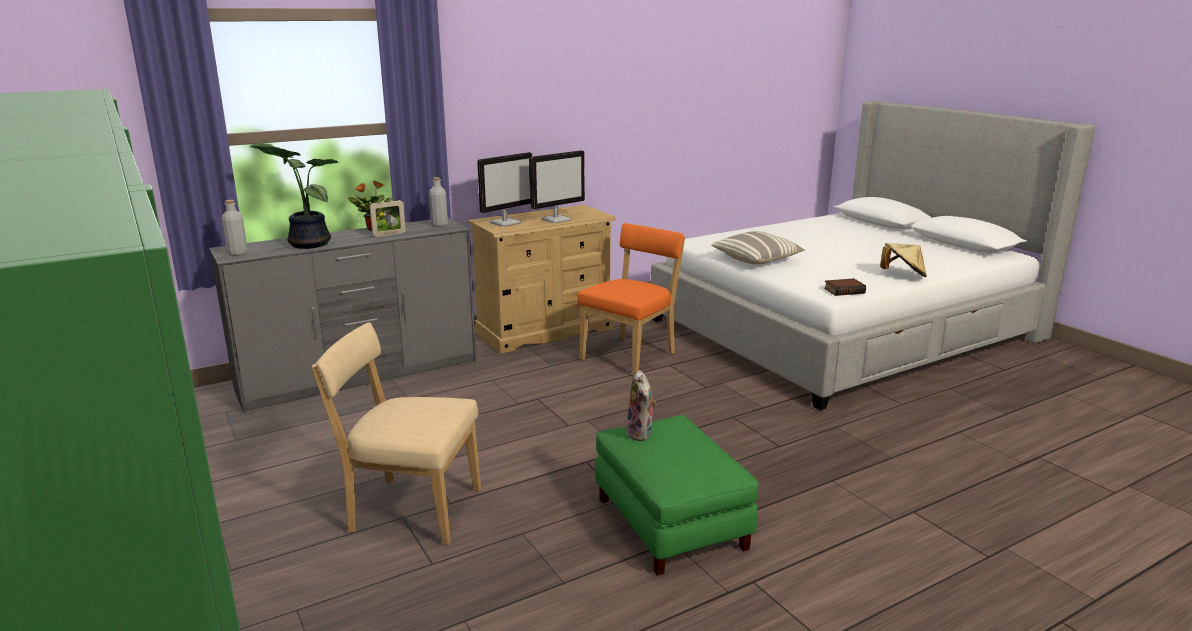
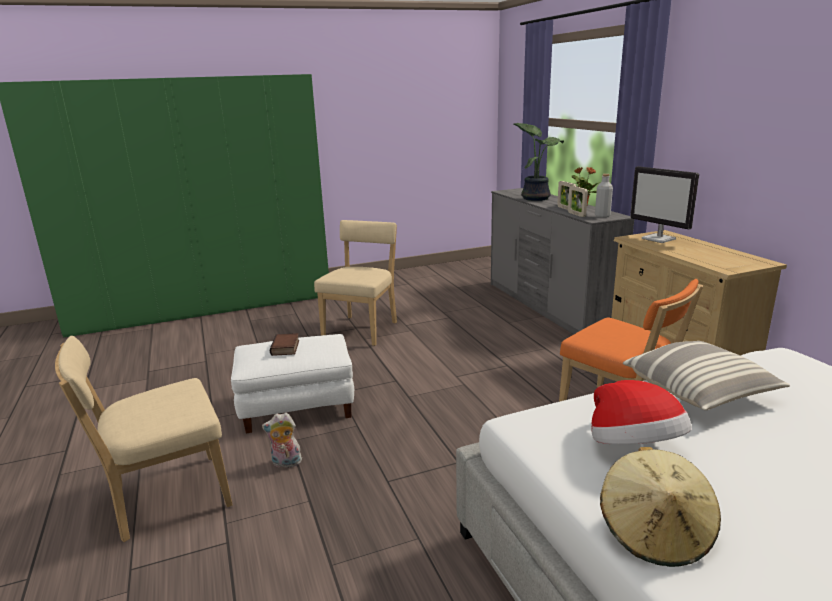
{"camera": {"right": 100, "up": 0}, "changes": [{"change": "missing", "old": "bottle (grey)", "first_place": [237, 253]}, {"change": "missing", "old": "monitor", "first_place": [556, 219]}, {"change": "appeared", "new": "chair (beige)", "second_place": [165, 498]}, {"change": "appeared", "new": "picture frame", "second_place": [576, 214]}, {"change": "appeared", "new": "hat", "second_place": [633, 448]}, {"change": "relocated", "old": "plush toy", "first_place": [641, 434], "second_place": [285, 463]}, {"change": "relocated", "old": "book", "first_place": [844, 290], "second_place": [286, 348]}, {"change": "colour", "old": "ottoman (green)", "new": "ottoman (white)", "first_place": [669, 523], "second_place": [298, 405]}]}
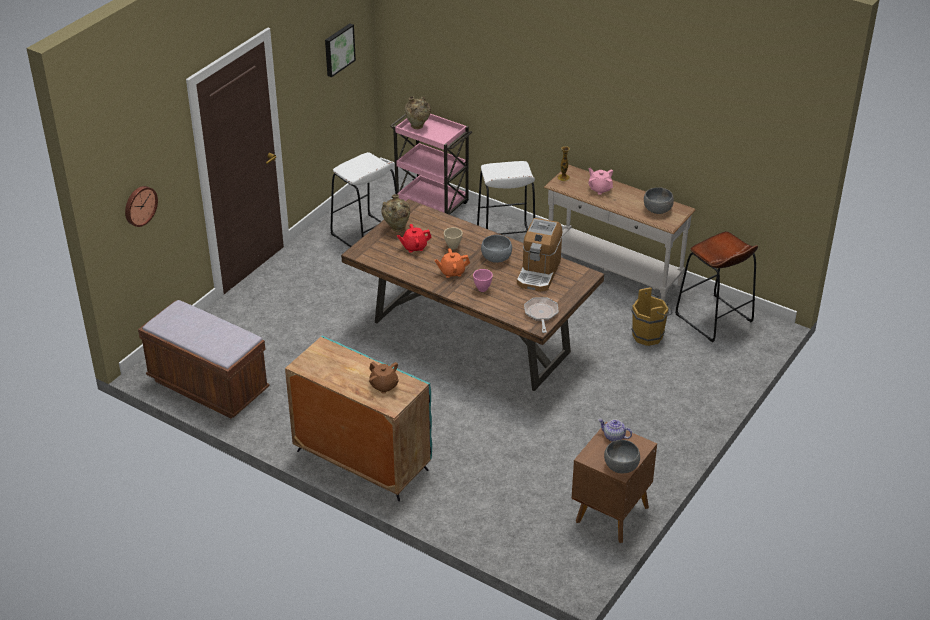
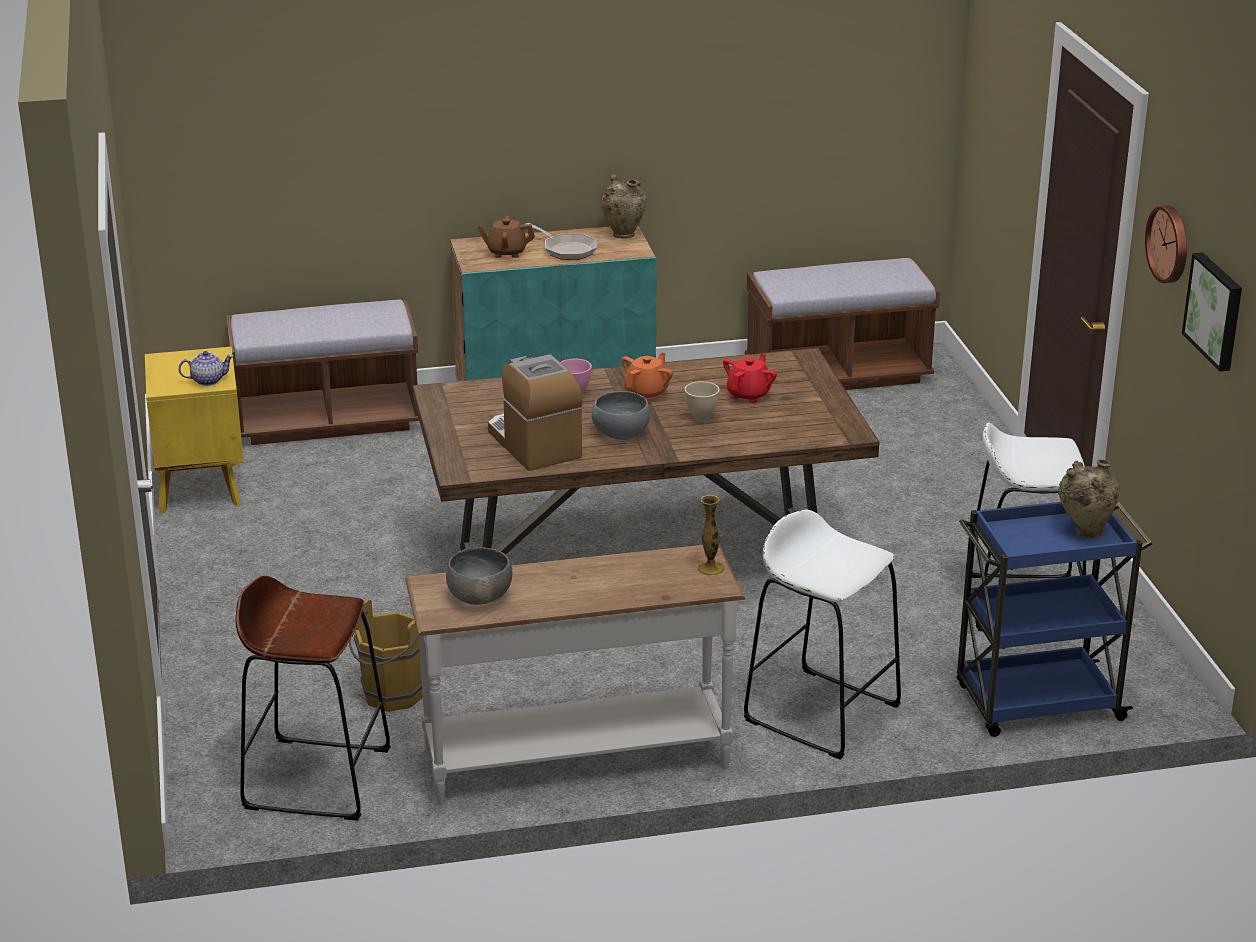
{"camera": {"right": 135, "up": -10}, "changes": [{"change": "missing", "old": "teapot (pink)", "first_place": [600, 189]}, {"change": "missing", "old": "bowl (grey)", "first_place": [621, 466]}, {"change": "appeared", "new": "bench (brown)", "second_place": [327, 421]}, {"change": "relocated", "old": "wall clock", "first_place": [139, 205], "second_place": [1170, 244]}, {"change": "relocated", "old": "vase (beige)", "first_place": [396, 229], "second_place": [623, 234]}, {"change": "relocated", "old": "frying pan", "first_place": [541, 314], "second_place": [566, 250]}, {"change": "colour", "old": "cart (pink)", "new": "cart (blue)", "first_place": [432, 204], "second_place": [1036, 704]}, {"change": "colour", "old": "nightstand (brown)", "new": "nightstand (yellow)", "first_place": [610, 514], "second_place": [200, 486]}]}
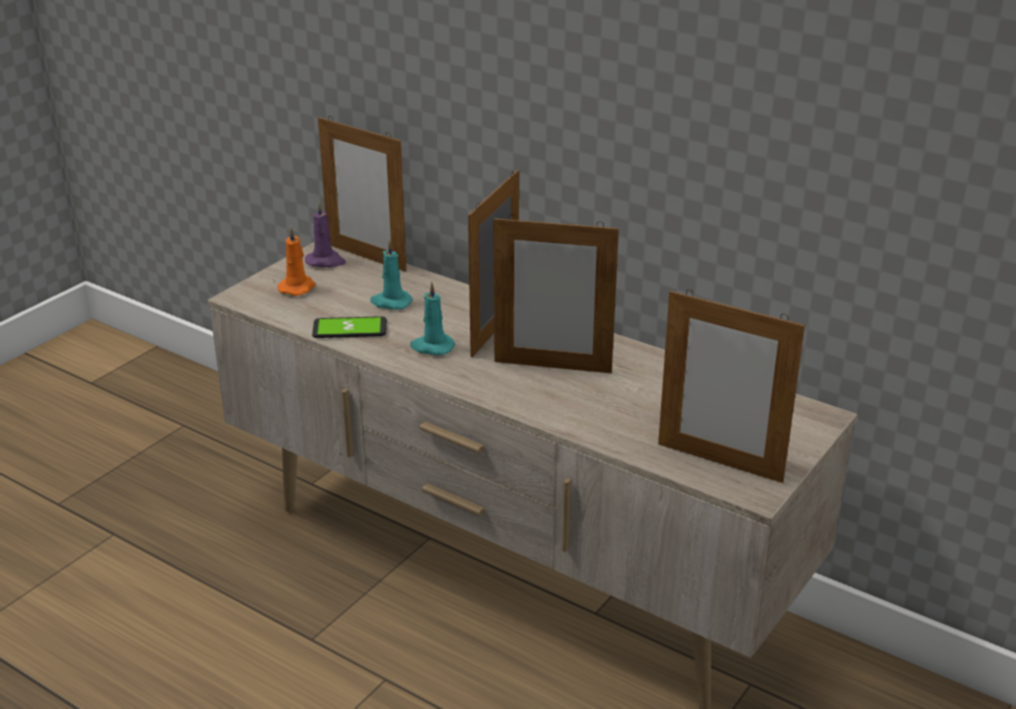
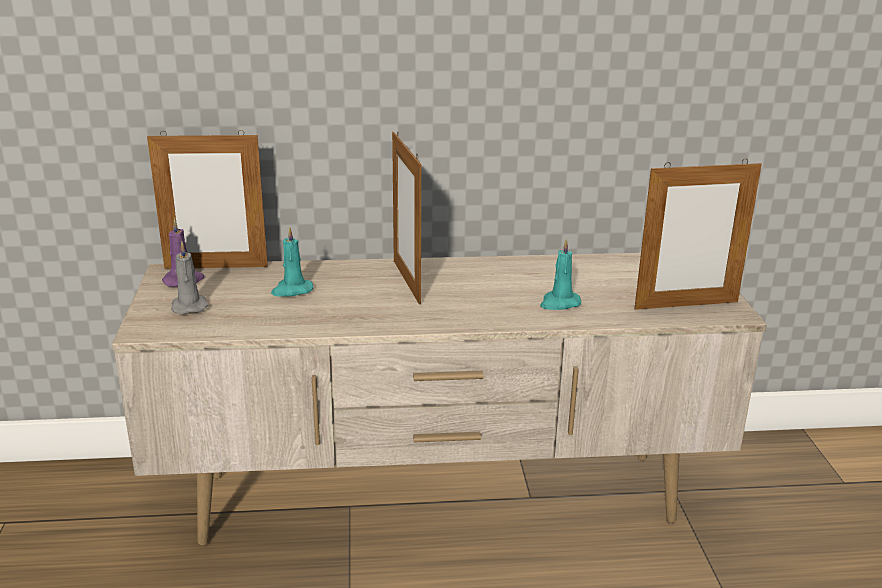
{"camera": {"right": -40, "up": -5}, "changes": [{"change": "missing", "old": "phone", "first_place": [349, 329]}, {"change": "missing", "old": "picture frame", "first_place": [552, 367]}, {"change": "relocated", "old": "candle (turquoise)", "first_place": [432, 347], "second_place": [559, 303]}, {"change": "colour", "old": "candle (orange)", "new": "candle (grey)", "first_place": [298, 287], "second_place": [189, 306]}]}
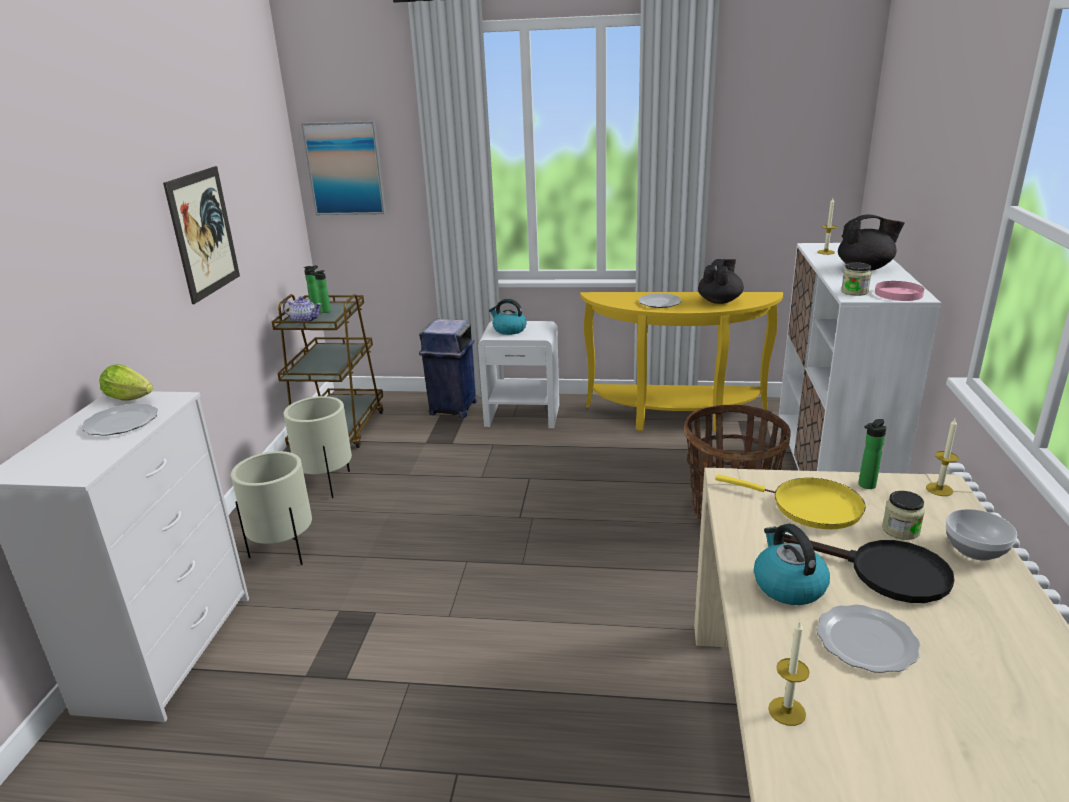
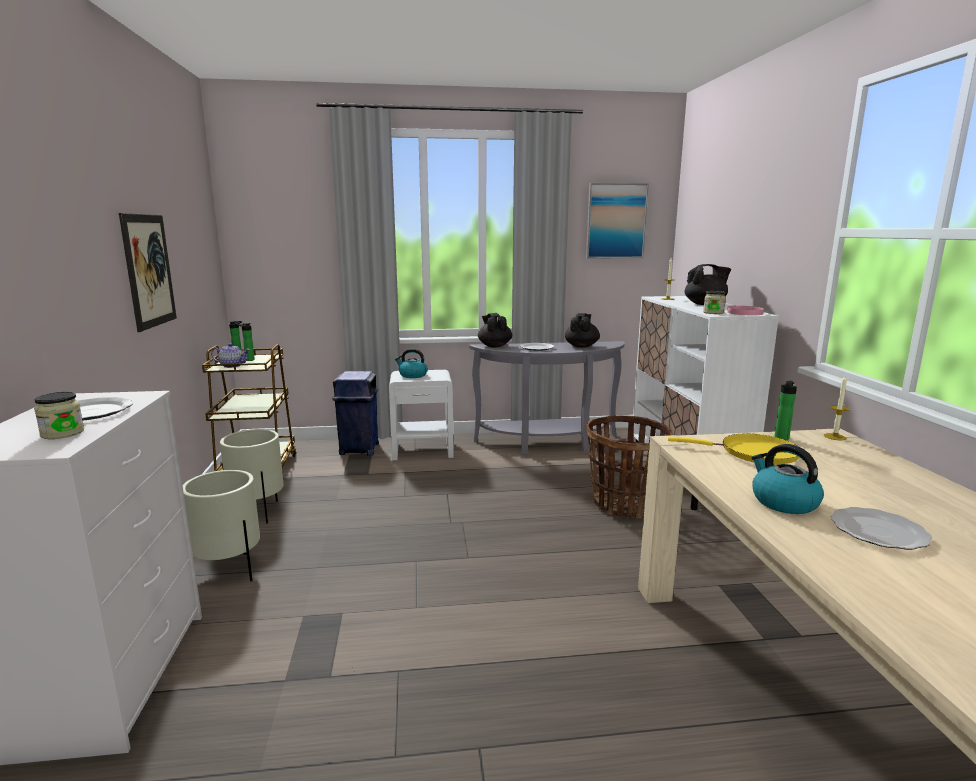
{"camera": {"right": -15, "up": -10}, "changes": [{"change": "missing", "old": "lettuce", "first_place": [131, 398]}, {"change": "missing", "old": "candle", "first_place": [787, 711]}, {"change": "missing", "old": "frying pan (black)", "first_place": [885, 573]}, {"change": "missing", "old": "bowl", "first_place": [976, 549]}, {"change": "appeared", "new": "teapot (black)", "second_place": [494, 346]}, {"change": "relocated", "old": "picture", "first_place": [345, 168], "second_place": [616, 221]}, {"change": "relocated", "old": "jar", "first_place": [900, 530], "second_place": [62, 433]}, {"change": "colour", "old": "console table (yellow)", "new": "console table (grey)", "first_place": [676, 418], "second_place": [549, 444]}]}
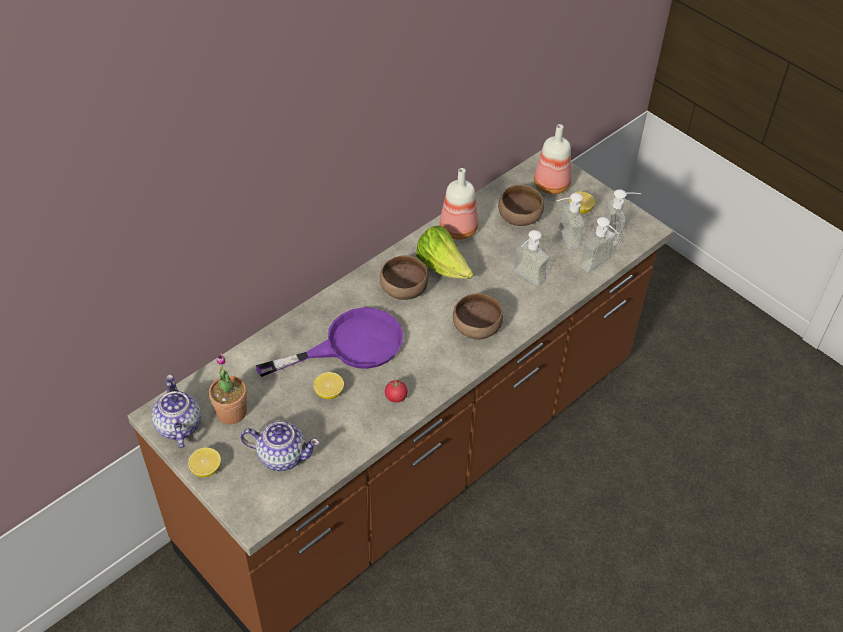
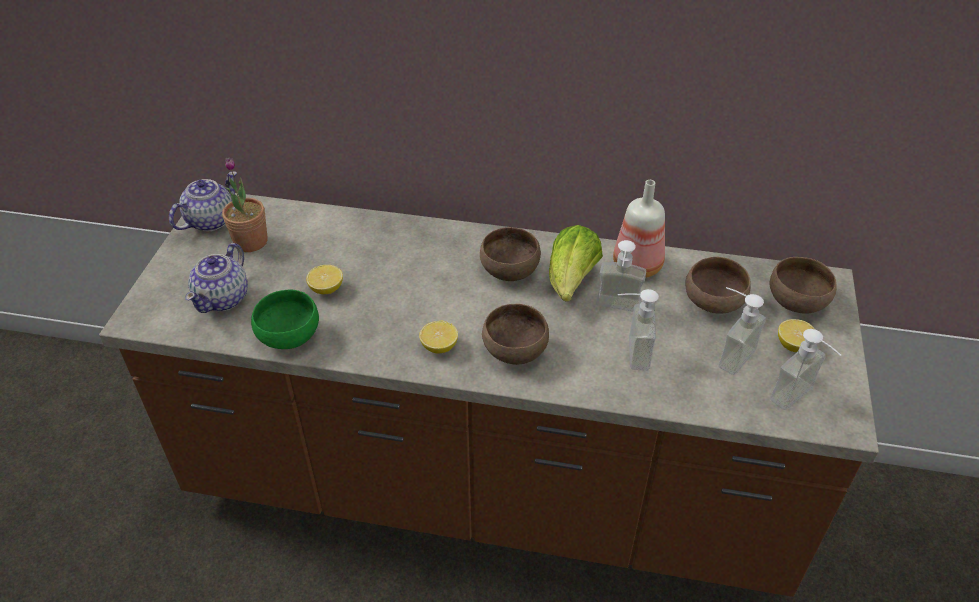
{"camera": {"right": 55, "up": -5}, "changes": [{"change": "missing", "old": "frying pan (purple)", "first_place": [350, 345]}, {"change": "missing", "old": "tomato", "first_place": [396, 397]}, {"change": "appeared", "new": "bowl (green)", "second_place": [289, 337]}, {"change": "relocated", "old": "lemon", "first_place": [206, 469], "second_place": [439, 347]}, {"change": "relocated", "old": "soap dispenser", "first_place": [600, 266], "second_place": [617, 310]}, {"change": "exchanged", "old": "bottle", "new": "bowl (brown)", "first_place": [551, 184], "second_place": [797, 301]}, {"change": "spun", "old": "teapot", "first_place": [281, 455], "second_place": [223, 298], "degrees": 45}]}
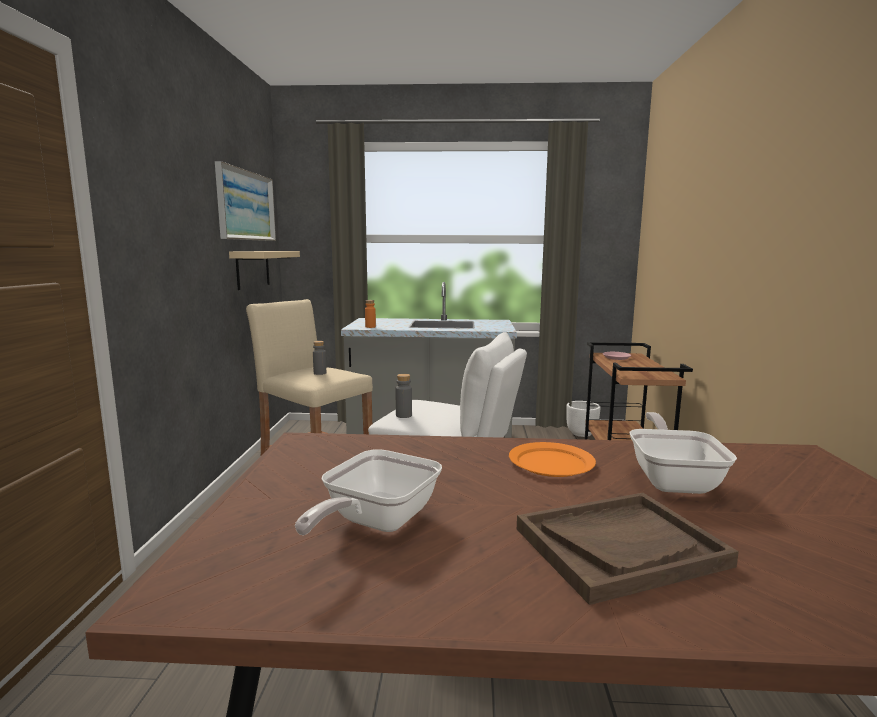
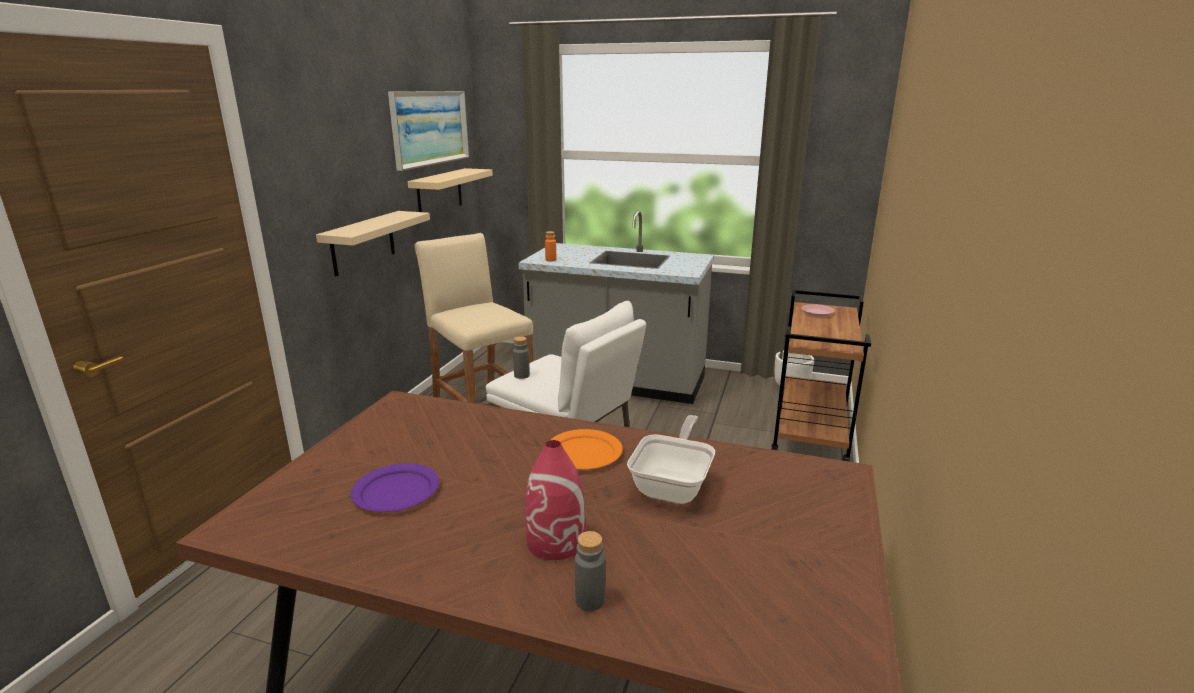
{"camera": {"right": 15, "up": 10}, "changes": [{"change": "appeared", "new": "shelf (beige)", "second_place": [363, 243]}, {"change": "relocated", "old": "bottle (grey)", "first_place": [320, 373], "second_place": [590, 600]}, {"change": "exchanged", "old": "frying pan", "new": "plate (purple)", "first_place": [375, 523], "second_place": [395, 491]}, {"change": "exchanged", "old": "tray (brown)", "new": "vase (red)", "first_place": [620, 547], "second_place": [556, 541]}]}
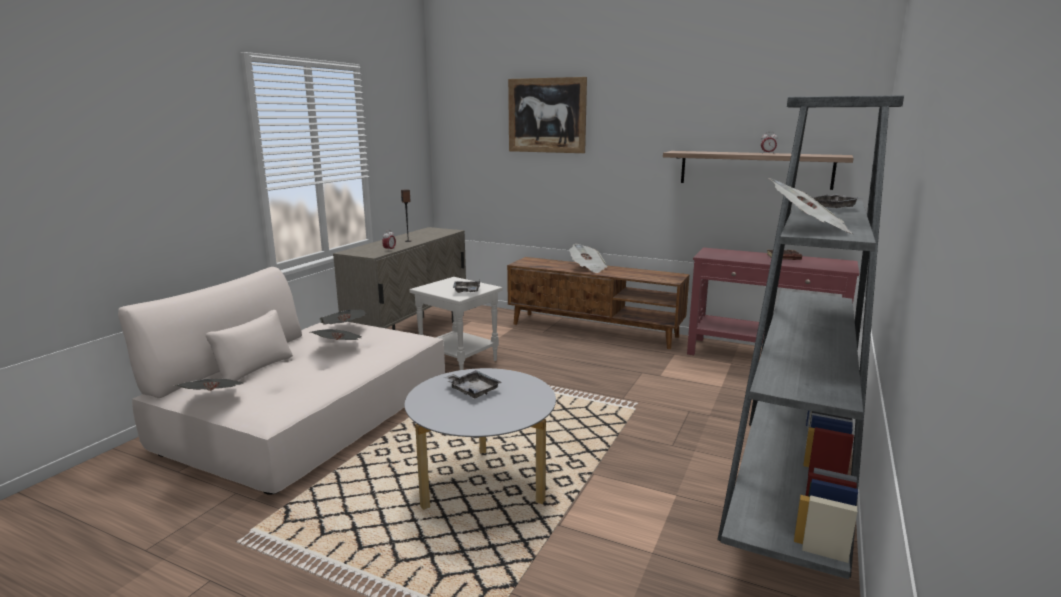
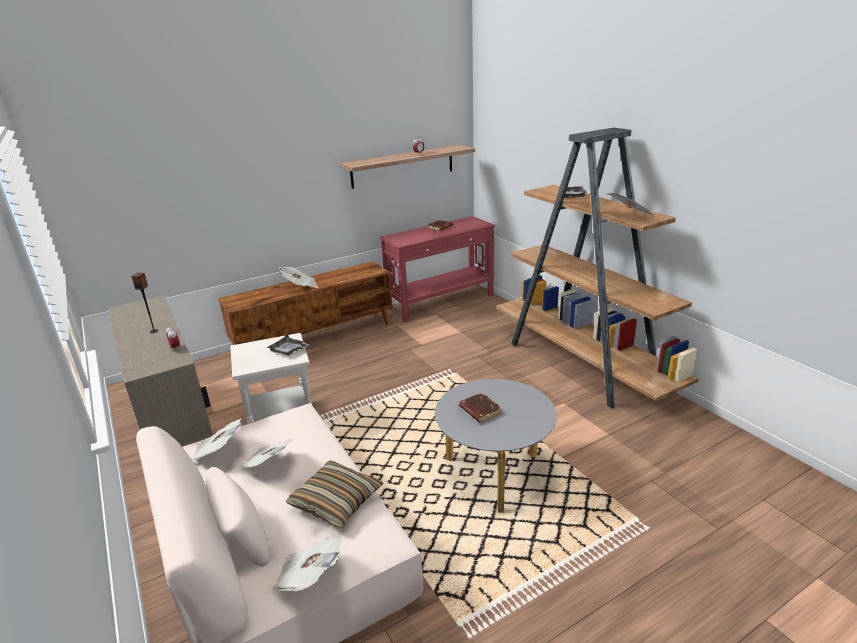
{"camera": {"right": -55, "up": 10}, "changes": [{"change": "missing", "old": "picture", "first_place": [546, 115]}, {"change": "appeared", "new": "pillow", "second_place": [336, 501]}, {"change": "exchanged", "old": "tray (grey)", "new": "book (brown)", "first_place": [473, 390], "second_place": [479, 410]}, {"change": "colour", "old": "bookcase (grey)", "new": "bookcase (brown)", "first_place": [790, 487], "second_place": [582, 365]}]}
